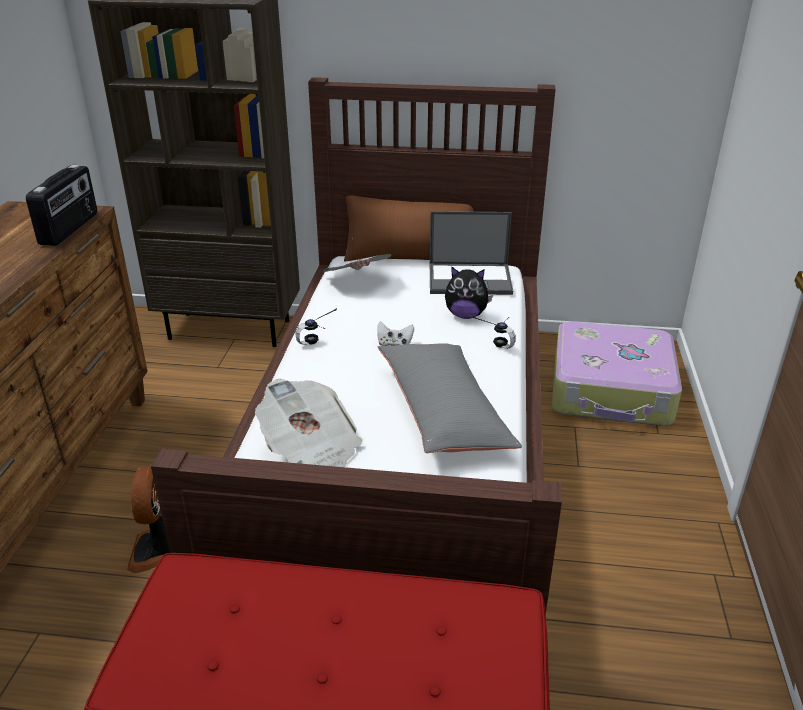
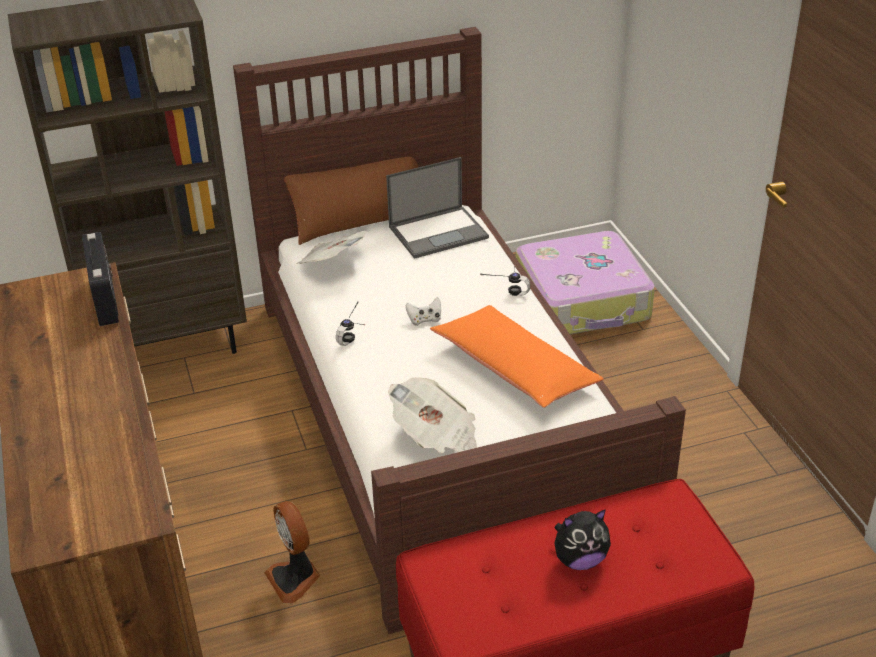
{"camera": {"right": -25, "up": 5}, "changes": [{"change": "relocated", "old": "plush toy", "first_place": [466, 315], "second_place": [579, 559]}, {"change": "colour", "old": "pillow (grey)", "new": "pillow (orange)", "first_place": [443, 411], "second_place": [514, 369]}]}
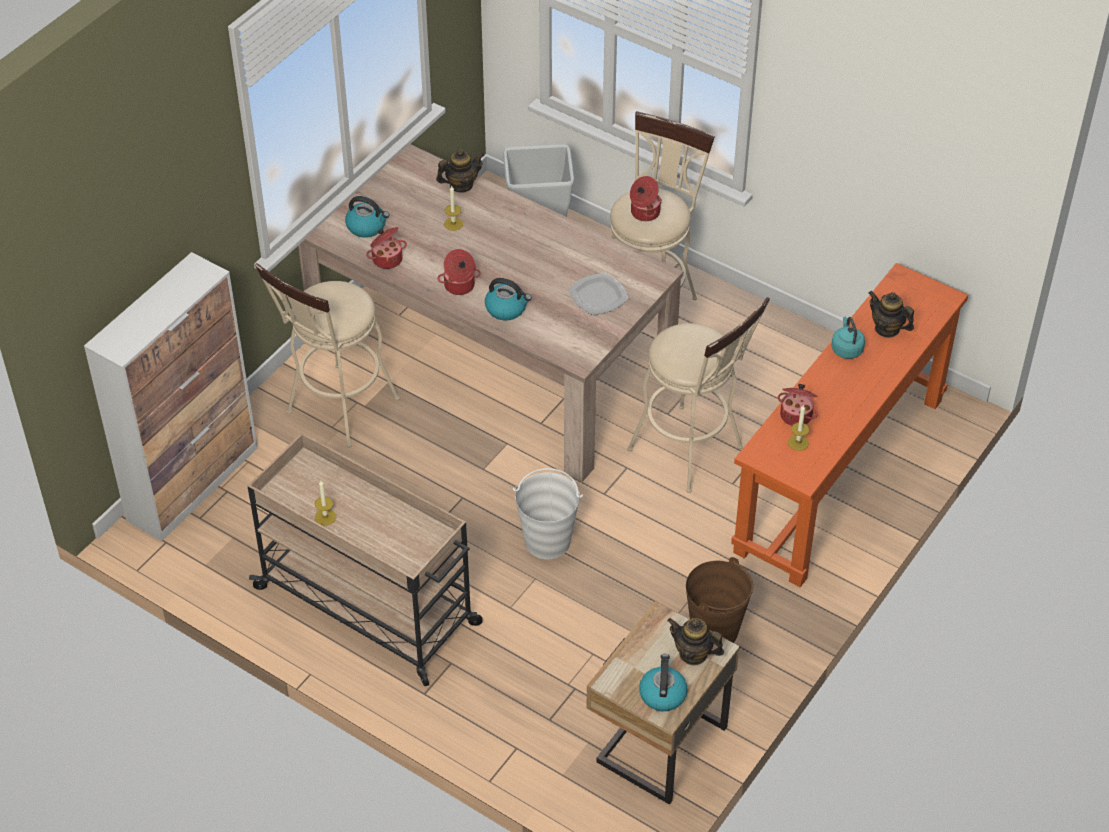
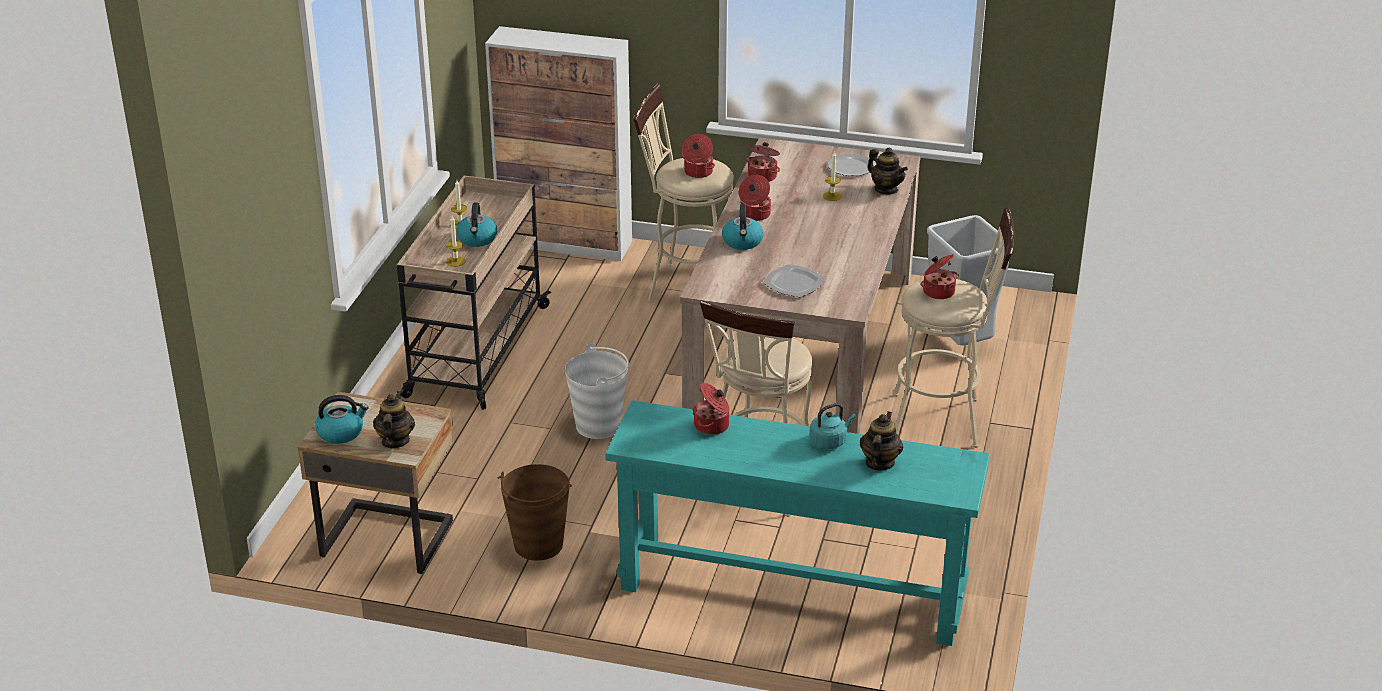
{"camera": {"right": 70, "up": -15}, "changes": [{"change": "appeared", "new": "cooking pot", "second_place": [697, 172]}, {"change": "appeared", "new": "plate", "second_place": [850, 167]}, {"change": "relocated", "old": "kettle", "first_place": [367, 226], "second_place": [477, 239]}, {"change": "relocated", "old": "candle", "first_place": [798, 442], "second_place": [455, 261]}, {"change": "colour", "old": "console table (orange)", "new": "console table (turquoise)", "first_place": [840, 474], "second_place": [792, 589]}]}
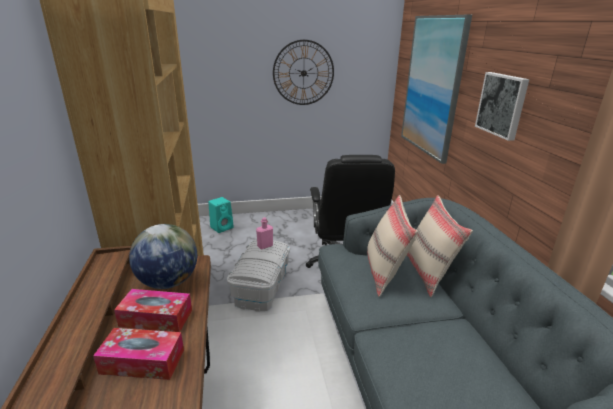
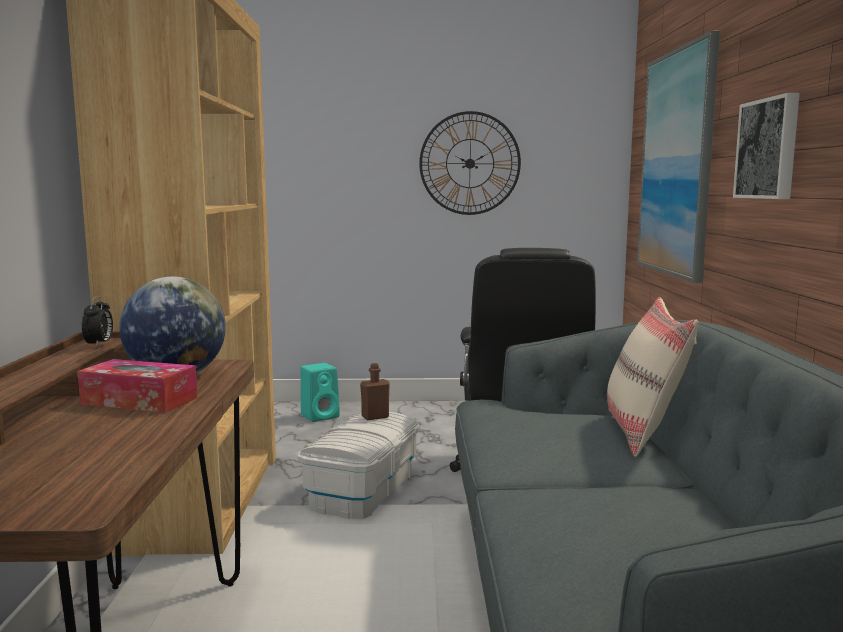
{"camera": {"right": 10, "up": -15}, "changes": [{"change": "missing", "old": "tissue box", "first_place": [142, 361]}, {"change": "missing", "old": "pillow (beige)", "first_place": [385, 273]}, {"change": "appeared", "new": "alarm clock", "second_place": [99, 344]}, {"change": "colour", "old": "bottle (pink)", "new": "bottle (brown)", "first_place": [265, 246], "second_place": [375, 417]}]}
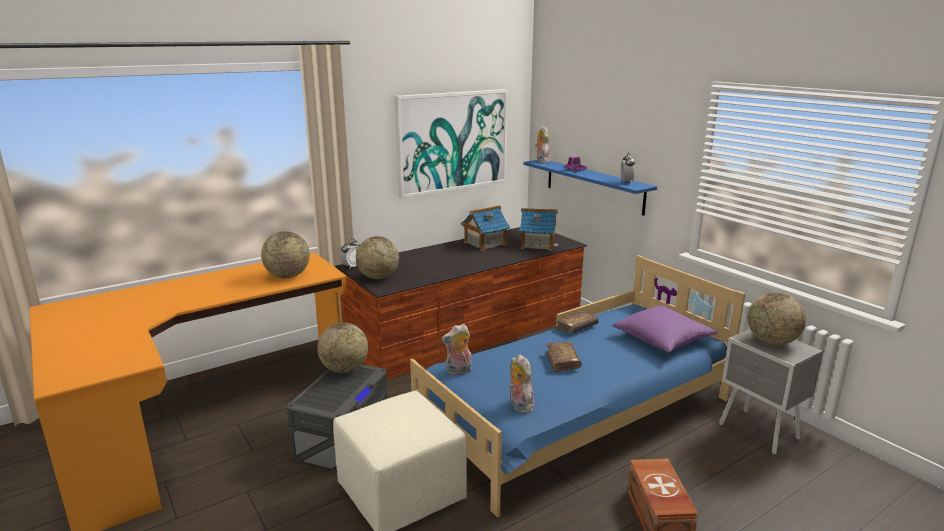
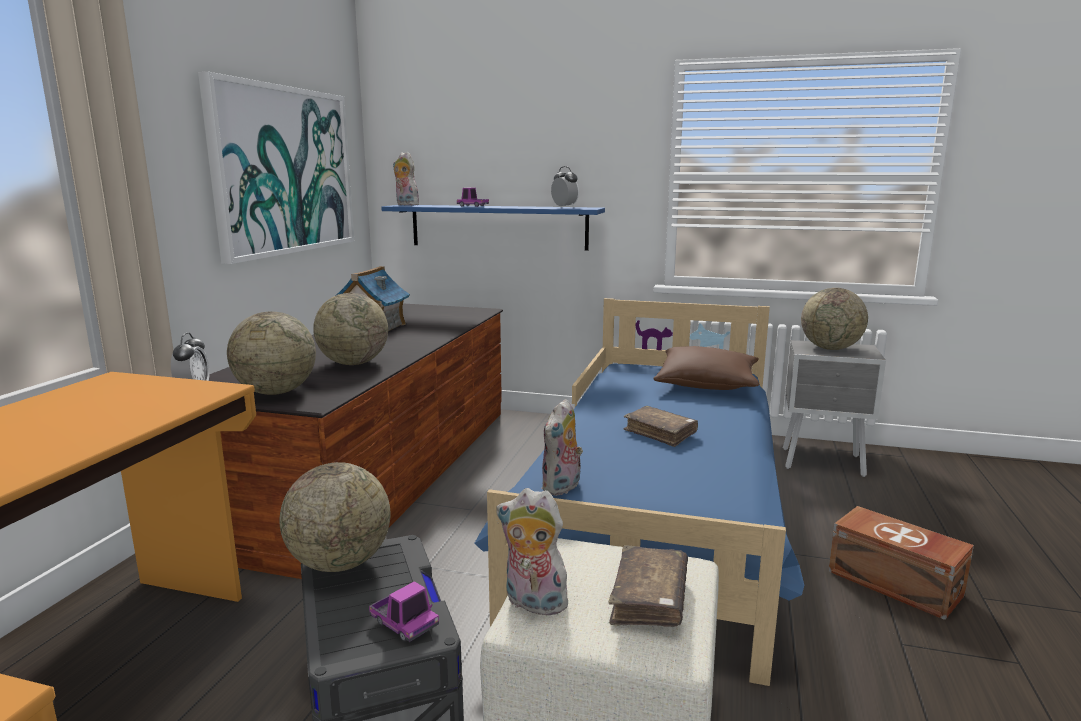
{"camera": {"right": -40, "up": -5}, "changes": [{"change": "missing", "old": "toy house", "first_place": [537, 244]}, {"change": "appeared", "new": "toy truck", "second_place": [404, 623]}, {"change": "relocated", "old": "globe", "first_place": [288, 276], "second_place": [353, 363]}, {"change": "relocated", "old": "plush toy", "first_place": [519, 406], "second_place": [532, 603]}, {"change": "relocated", "old": "book (brown)", "first_place": [576, 327], "second_place": [649, 599]}, {"change": "colour", "old": "pillow (purple)", "new": "pillow (brown)", "first_place": [663, 340], "second_place": [707, 384]}]}
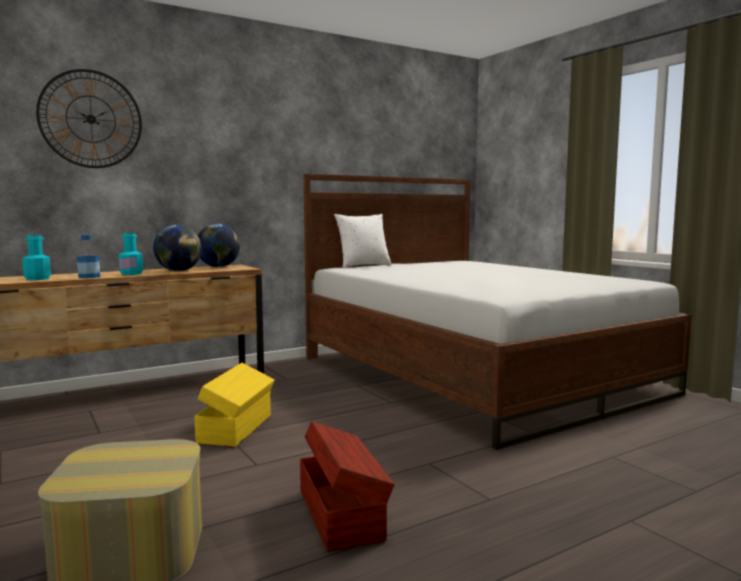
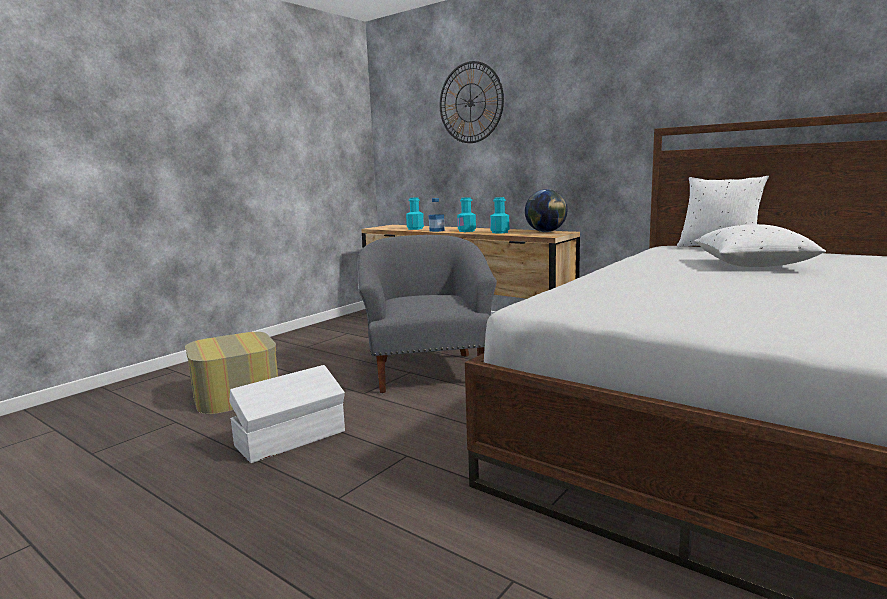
{"camera": {"right": 70, "up": 5}, "changes": [{"change": "appeared", "new": "pillow (white)", "second_place": [752, 265]}, {"change": "exchanged", "old": "globe", "new": "bottle (turquoise)", "first_place": [179, 271], "second_place": [499, 232]}, {"change": "exchanged", "old": "storage box (yellow)", "new": "armchair (grey)", "first_place": [237, 428], "second_place": [428, 370]}, {"change": "colour", "old": "storage box (brown)", "new": "storage box (white)", "first_place": [341, 513], "second_place": [292, 439]}]}
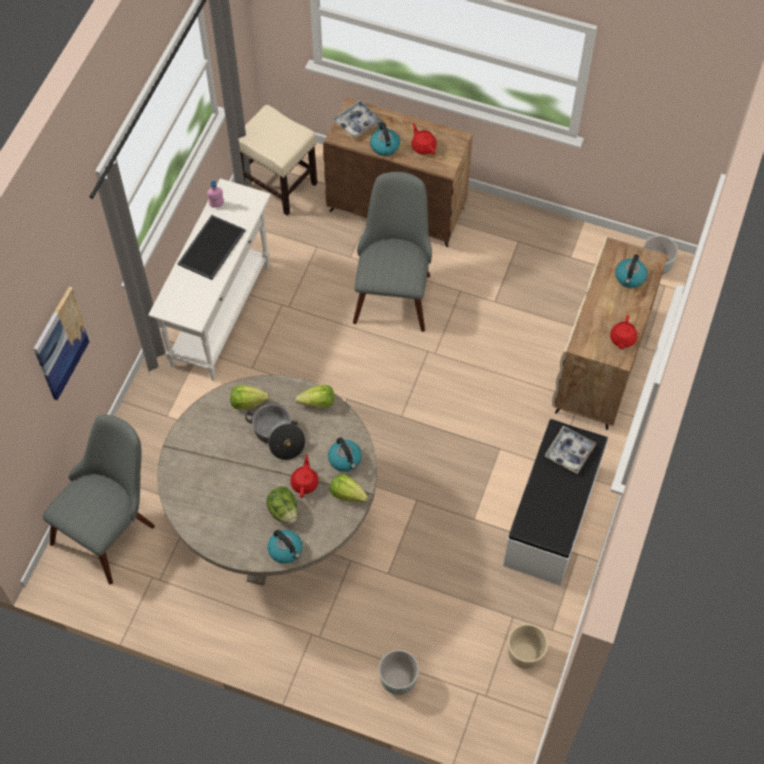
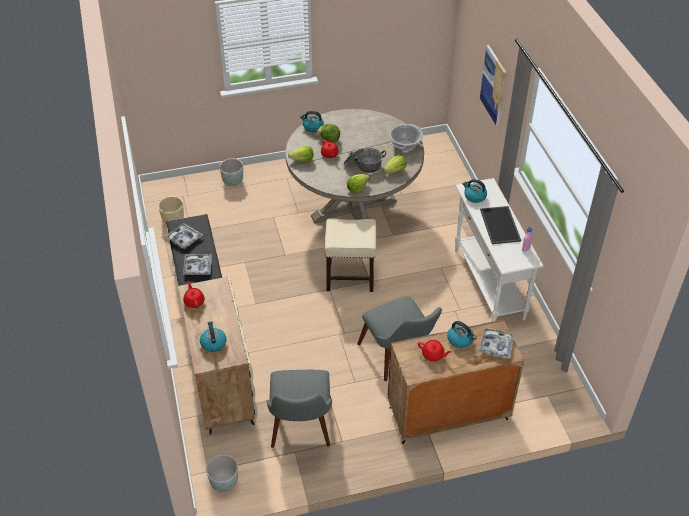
{"camera": {"right": 145, "up": -15}, "changes": [{"change": "appeared", "new": "tray", "second_place": [184, 238]}, {"change": "appeared", "new": "cooking pot", "second_place": [405, 145]}, {"change": "relocated", "old": "chair (grey)", "first_place": [111, 525], "second_place": [301, 430]}, {"change": "relocated", "old": "stool (beige)", "first_place": [278, 185], "second_place": [350, 277]}, {"change": "relocated", "old": "kettle", "first_place": [345, 459], "second_place": [474, 196]}]}
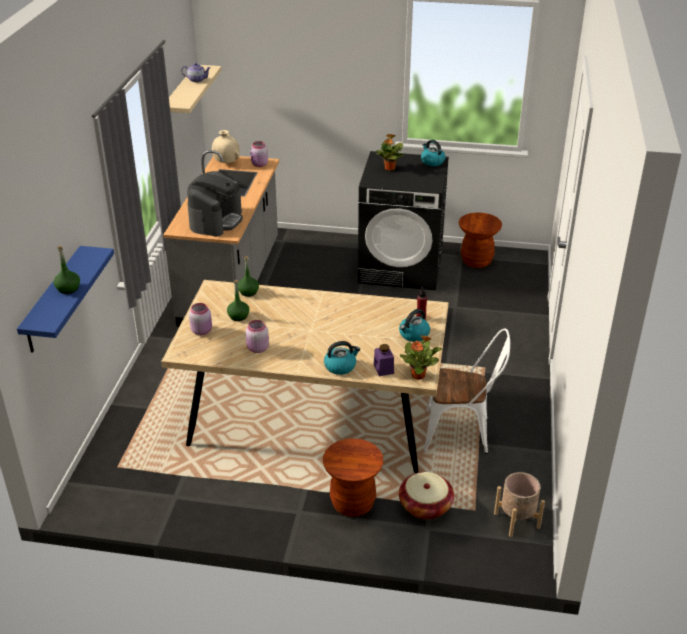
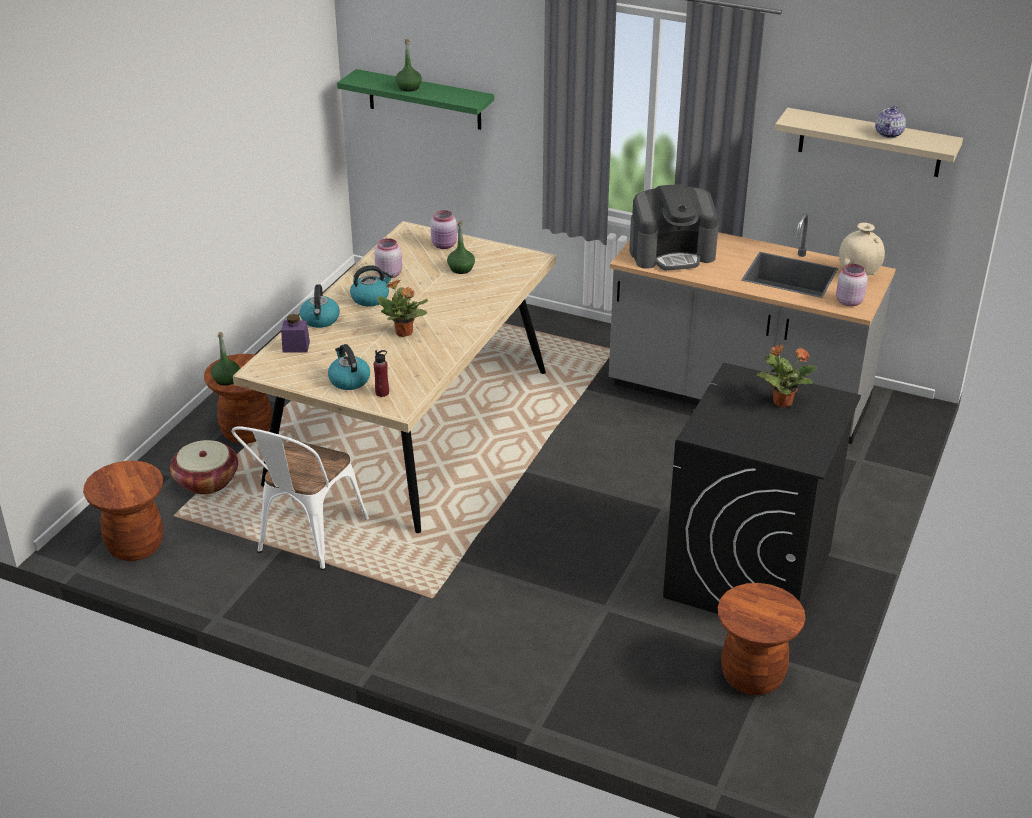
{"camera": {"right": 105, "up": 0}, "changes": [{"change": "relocated", "old": "bottle (green)", "first_place": [248, 292], "second_place": [226, 379]}, {"change": "relocated", "old": "potted plant", "first_place": [418, 375], "second_place": [404, 333]}, {"change": "relocated", "old": "kettle", "first_place": [432, 161], "second_place": [370, 298]}, {"change": "exchanged", "old": "planter (beige)", "new": "stool (brown)", "first_place": [517, 520], "second_place": [135, 545]}, {"change": "colour", "old": "shelf (blue)", "new": "shelf (green)", "first_place": [53, 300], "second_place": [424, 100]}, {"change": "spun", "old": "coffee machine", "first_place": [216, 220], "second_place": [672, 253], "degrees": -45}]}
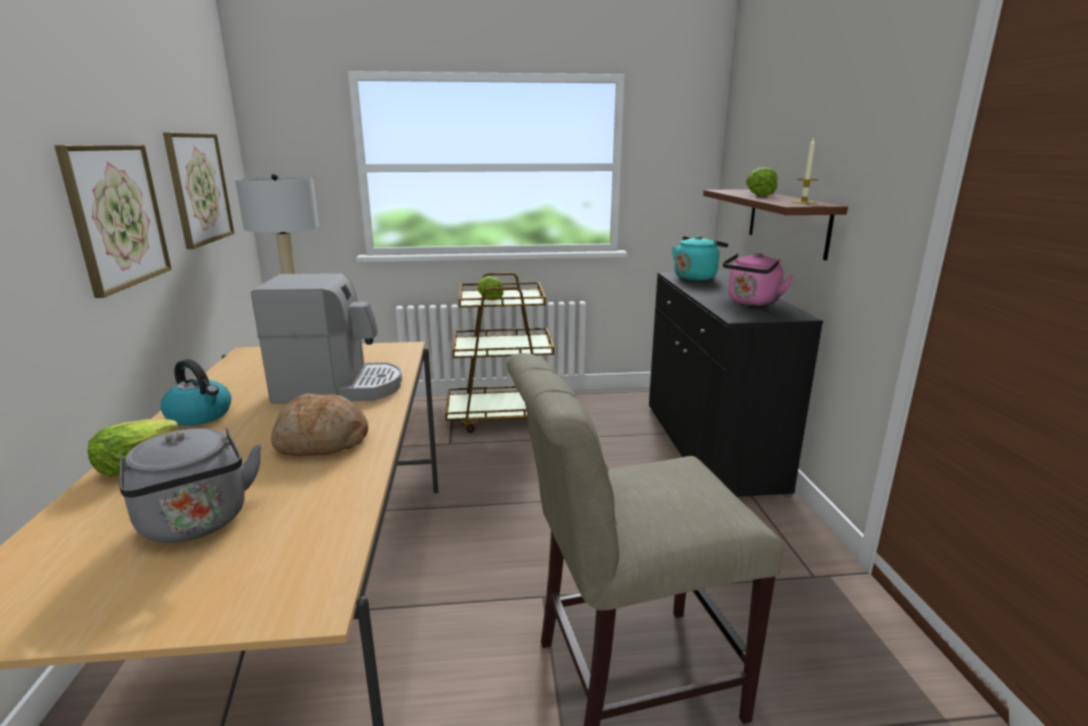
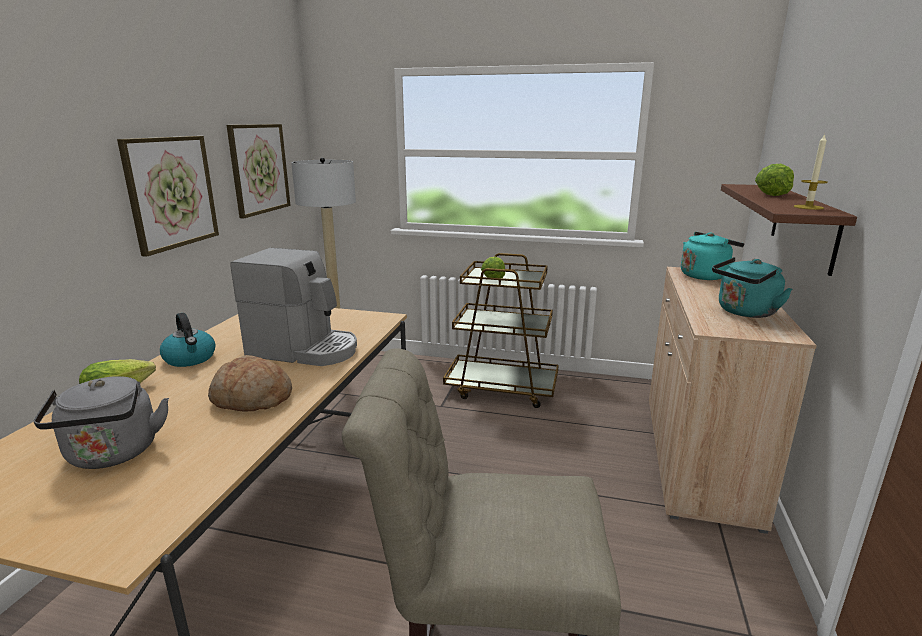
{"camera": {"right": 20, "up": 0}, "changes": [{"change": "colour", "old": "cabinet (black)", "new": "cabinet (beige)", "first_place": [710, 446], "second_place": [697, 456]}, {"change": "colour", "old": "kettle (pink)", "new": "kettle (turquoise)", "first_place": [751, 302], "second_place": [744, 312]}]}
